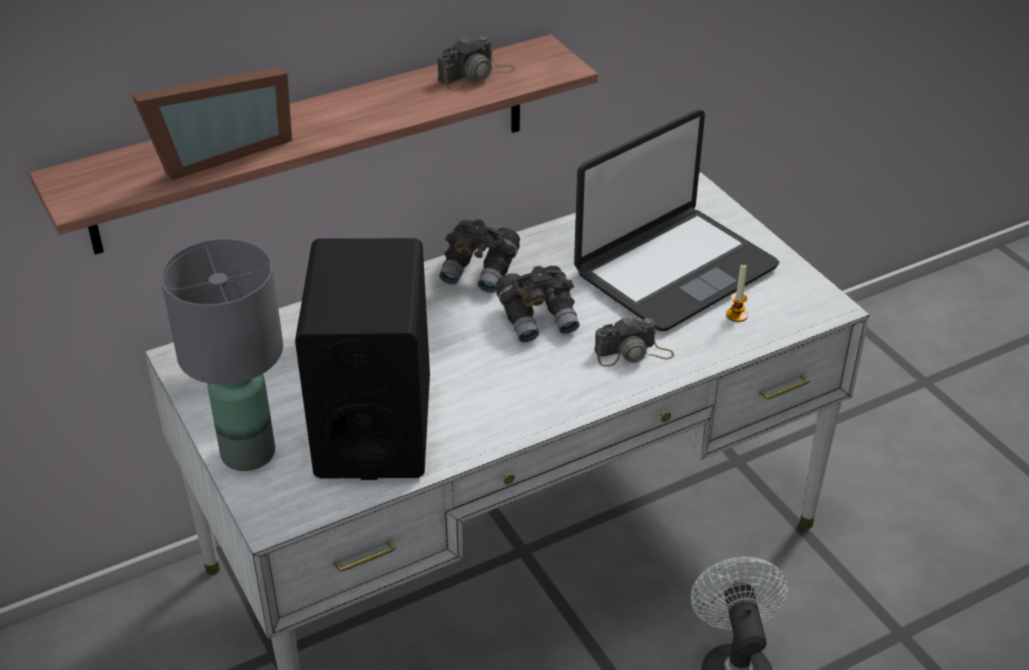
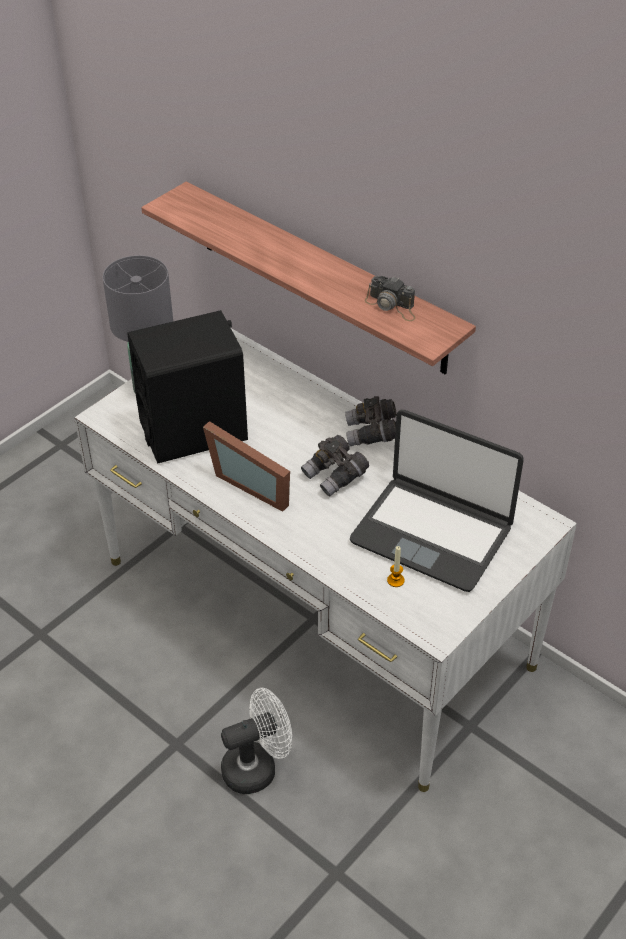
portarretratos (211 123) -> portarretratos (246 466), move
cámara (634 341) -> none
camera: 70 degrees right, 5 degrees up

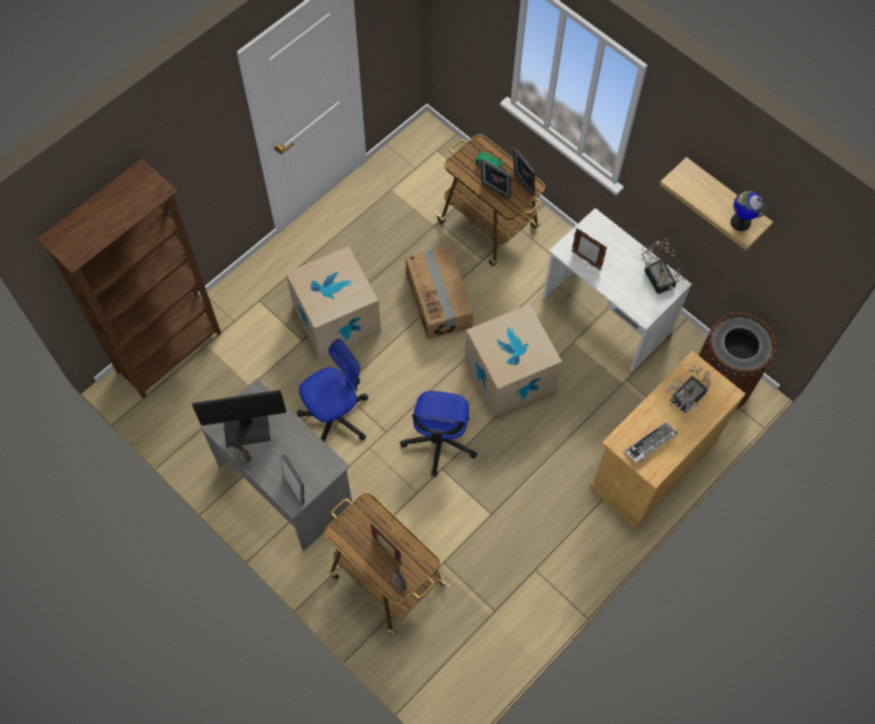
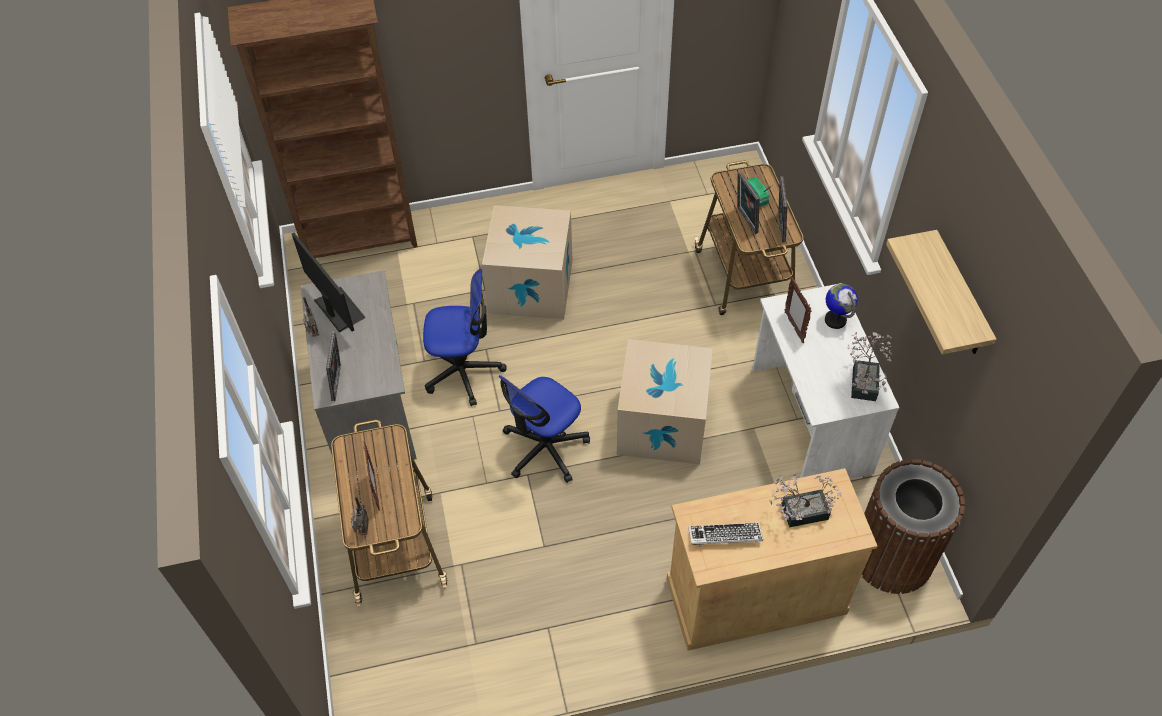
monitor (239 419) -> monitor (329 283), 150 degrees counterclockwise
globo terráqueo (749 211) -> globo terráqueo (841 306), move
caja de cartón (439 292) -> none
camera: 35 degrees right, 10 degrees down

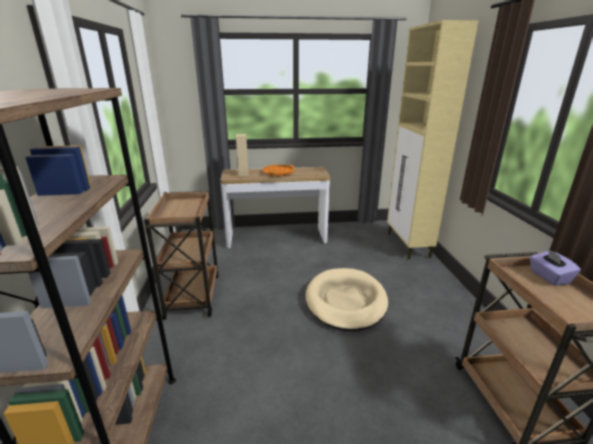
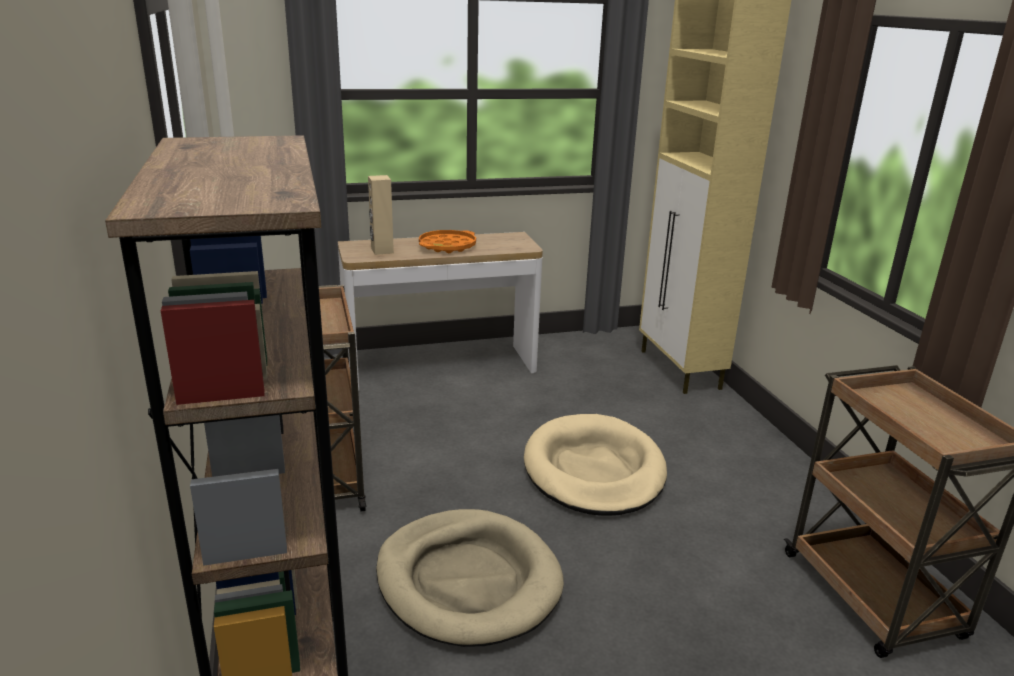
none -> cama para perro [beis] (470 578)
caja de pañuelos [morado] (555 267) -> none
camera: 10 degrees left, 0 degrees up

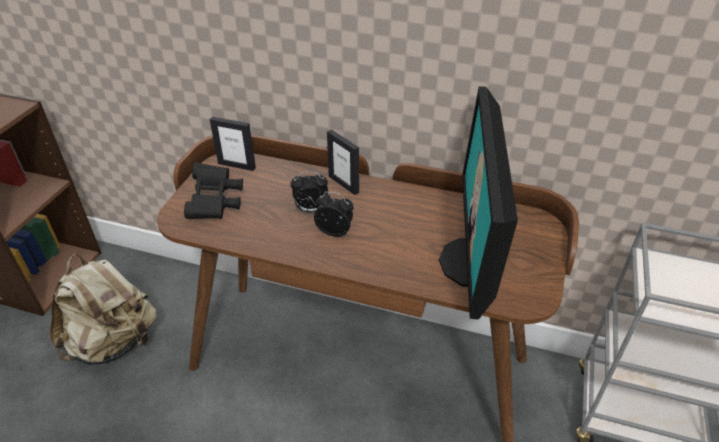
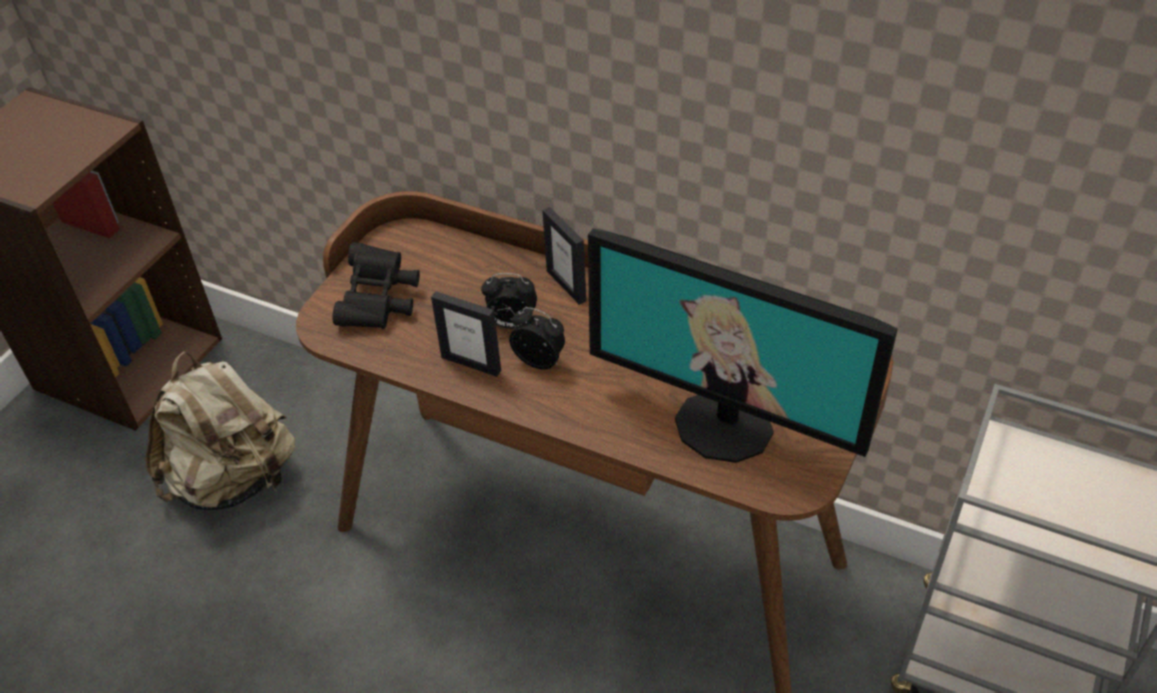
portarretratos (233 144) -> portarretratos (466 334), move
monitor (478 203) -> monitor (743 345), 75 degrees counterclockwise
camera: 10 degrees right, 5 degrees up

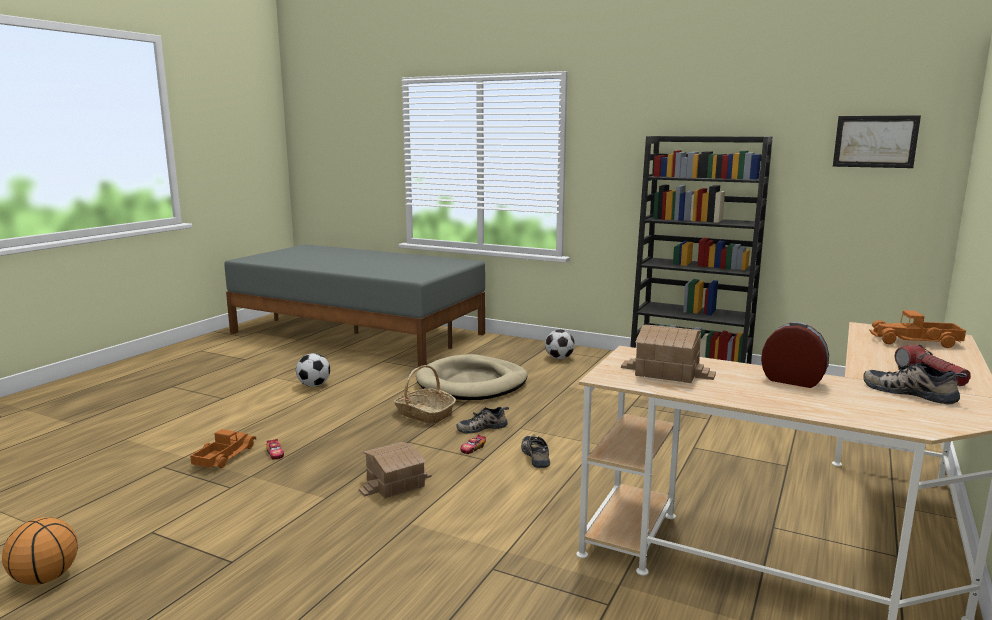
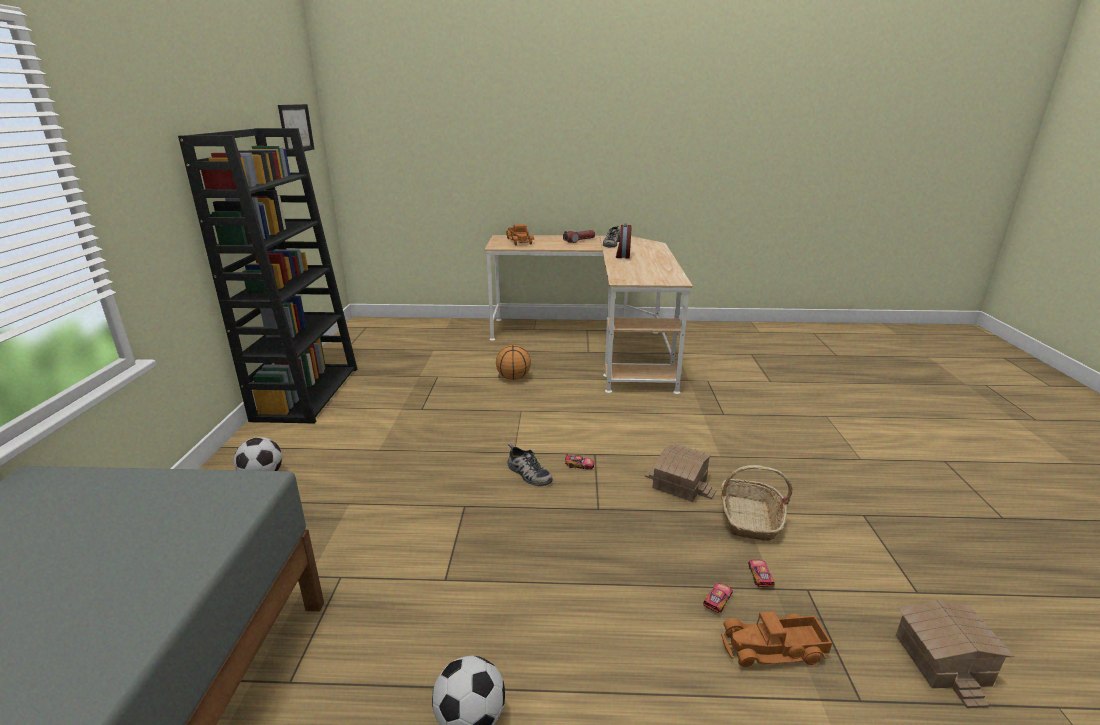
balón de baloncesto (40 551) -> balón de baloncesto (513 362), move
cesta (425 394) -> cesta (757 503), move
none -> coche de juguete (761 573)
casita (668 354) -> casita (955 654), move
cama para perro [beis] (472 377) -> none
zapato (535 451) -> none
camera: 115 degrees left, 10 degrees up

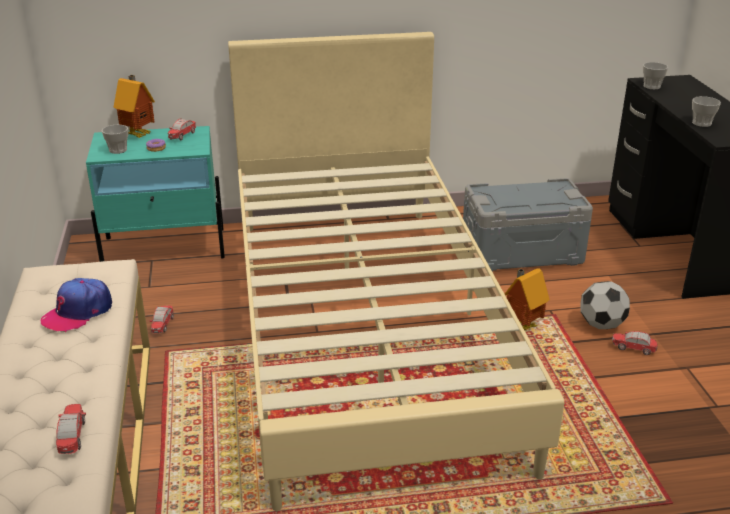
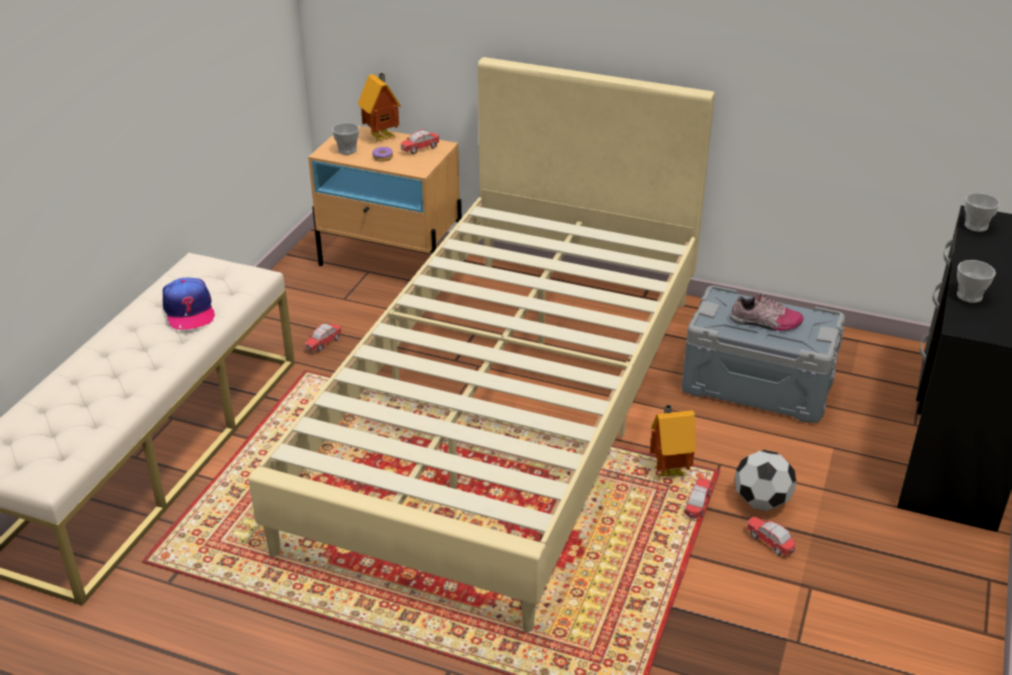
gorra (76 305) -> gorra (189 304), 90 degrees counterclockwise
mesita de noche [turquesa] (155 194) -> mesita de noche [beis] (385 196)
coche de juguete (71 429) -> coche de juguete (699 498), move
none -> zapato (766 312)
camera: 30 degrees right, 5 degrees up

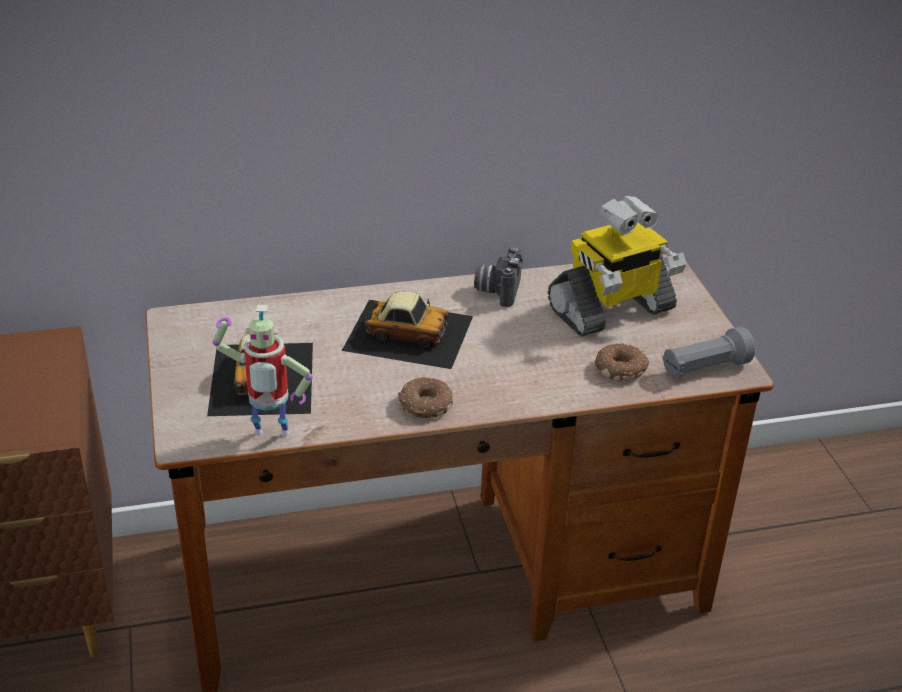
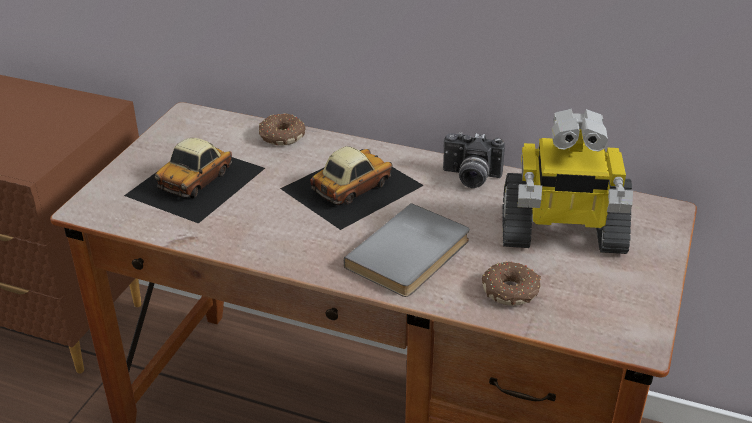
rosquilla (425 397) -> rosquilla (282 129), move
coche de juguete (407 330) -> coche de juguete (352 188), 90 degrees counterclockwise
none -> libro [gris] (406 250)
cámara (498 276) -> cámara (474 160), 120 degrees counterclockwise
robot de juguete (263 371) -> none
linterna [gris] (709 352) -> none
camera: 35 degrees right, 0 degrees up

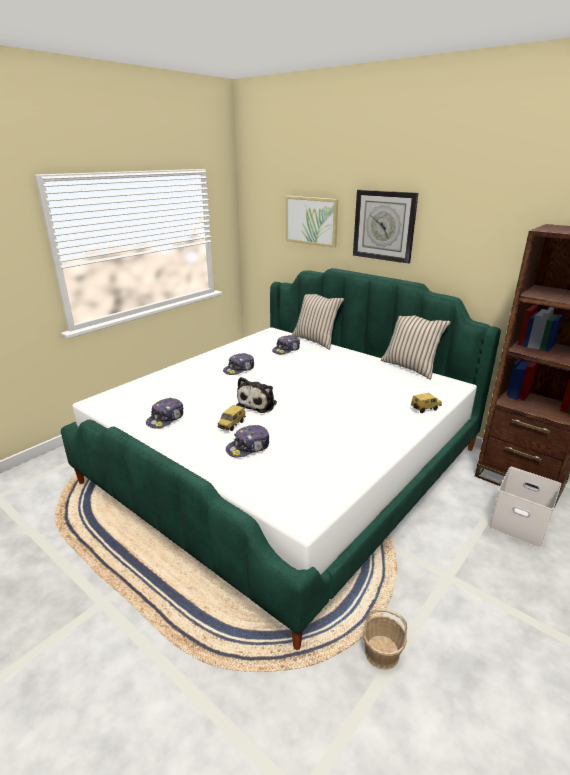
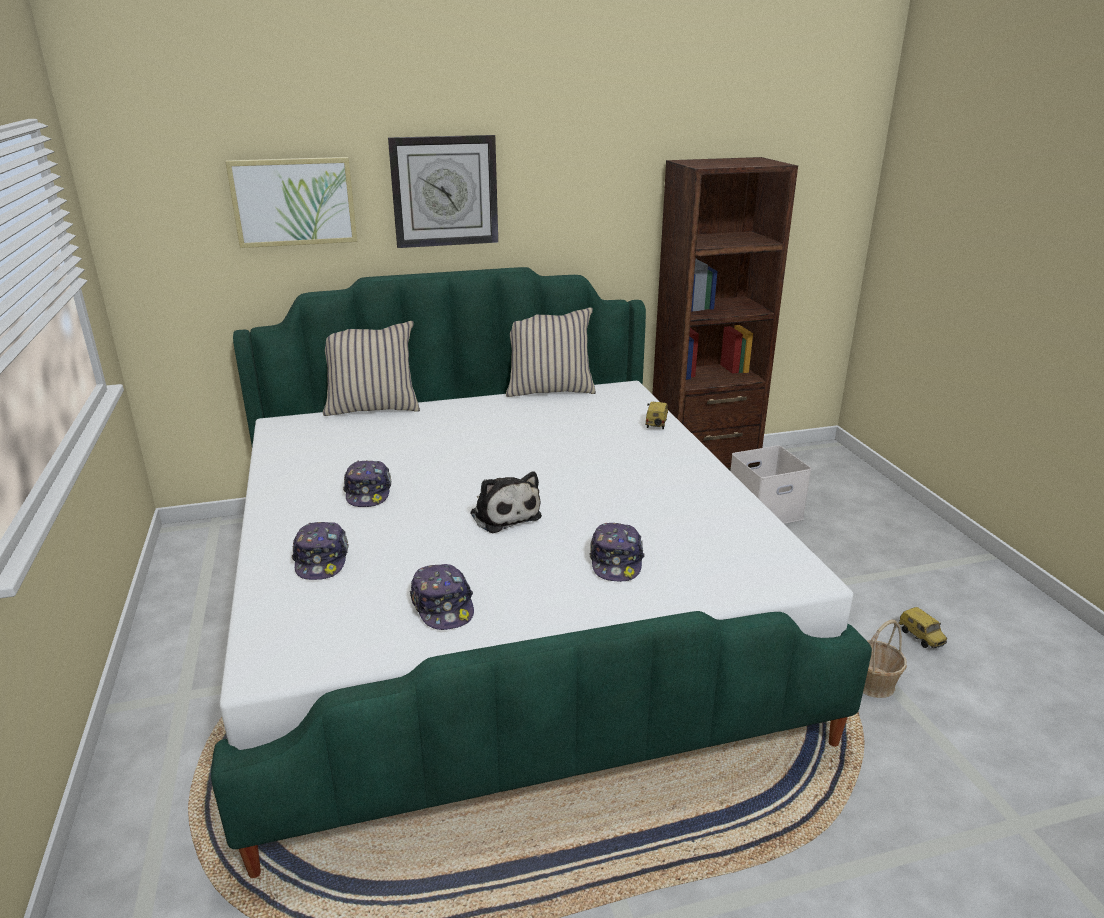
gorra (286 344) -> gorra (320 551), move
coche de juguete (231 418) -> coche de juguete (922 627), move
camera: 55 degrees left, 0 degrees up

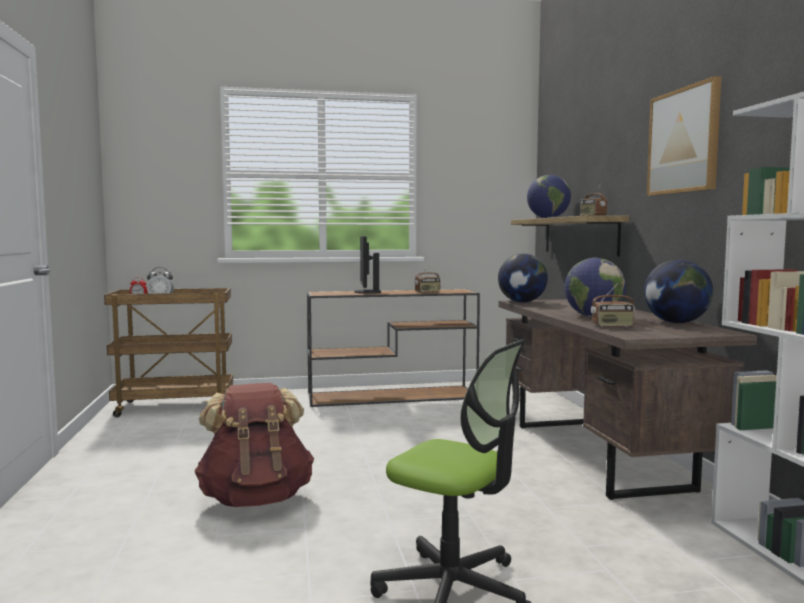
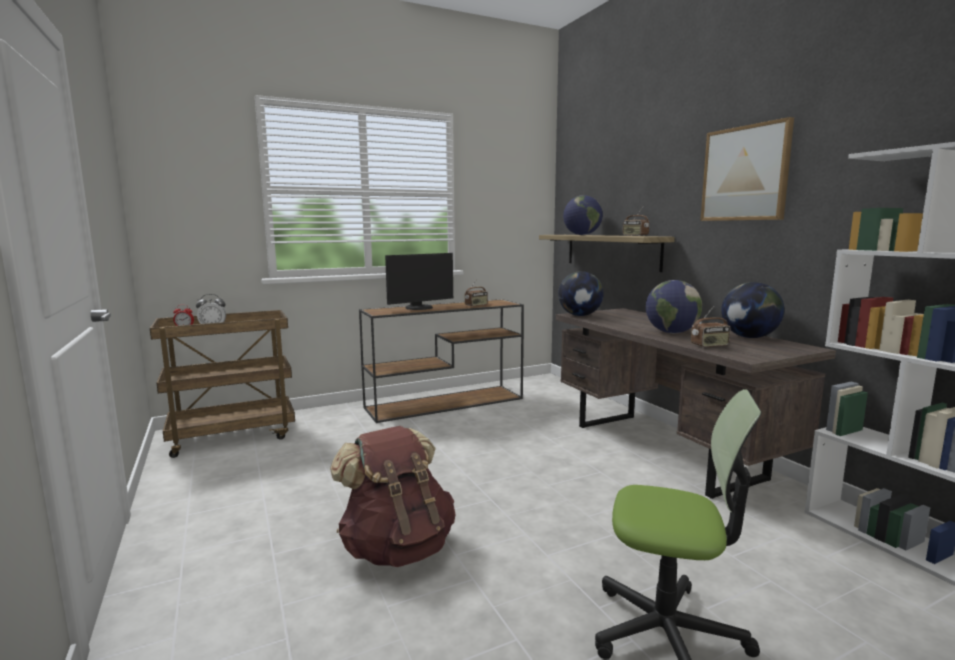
monitor (367 265) -> monitor (419 281), 105 degrees counterclockwise
camera: 15 degrees left, 5 degrees up

